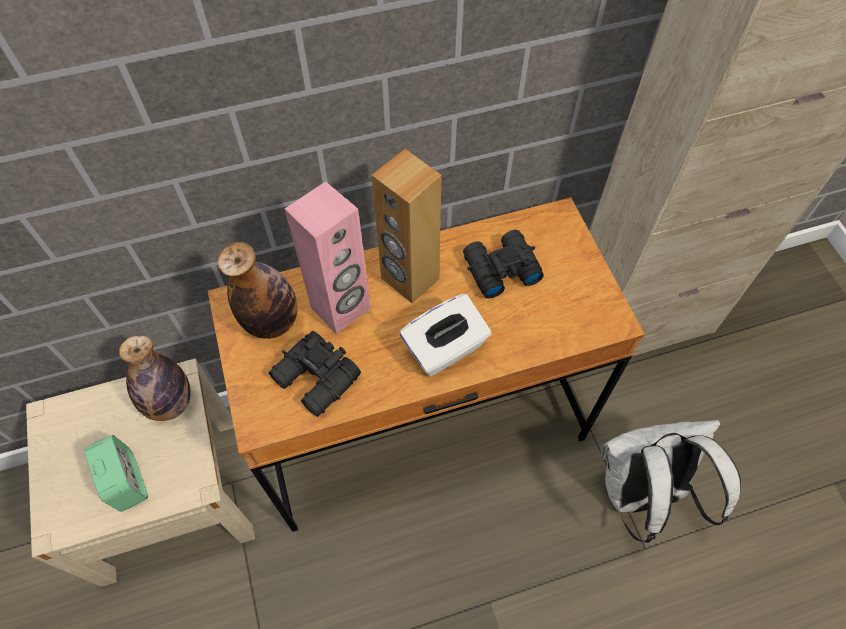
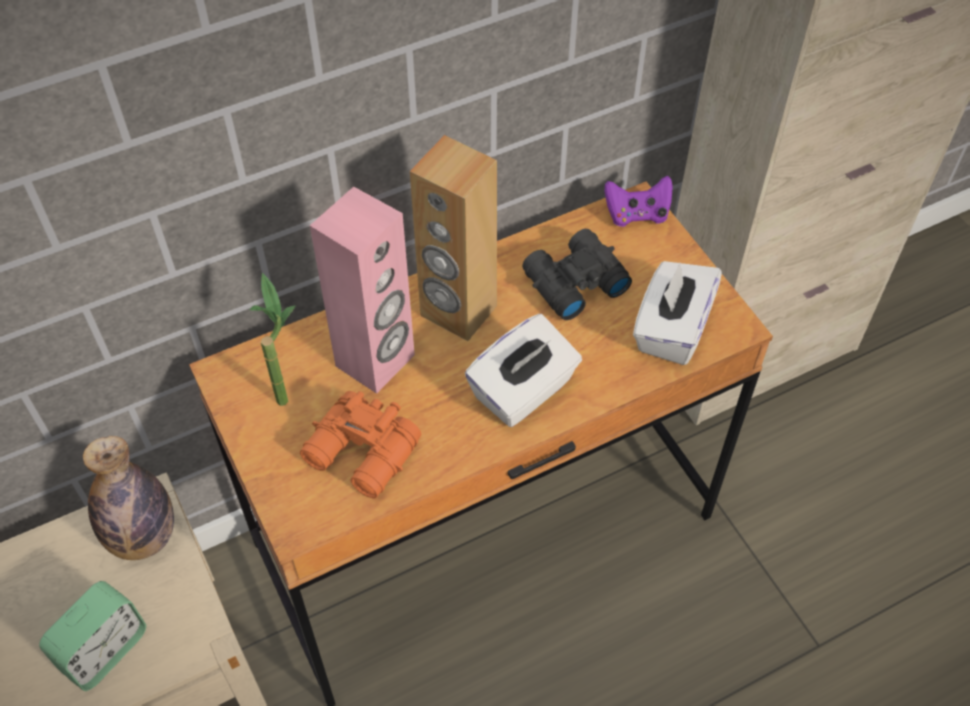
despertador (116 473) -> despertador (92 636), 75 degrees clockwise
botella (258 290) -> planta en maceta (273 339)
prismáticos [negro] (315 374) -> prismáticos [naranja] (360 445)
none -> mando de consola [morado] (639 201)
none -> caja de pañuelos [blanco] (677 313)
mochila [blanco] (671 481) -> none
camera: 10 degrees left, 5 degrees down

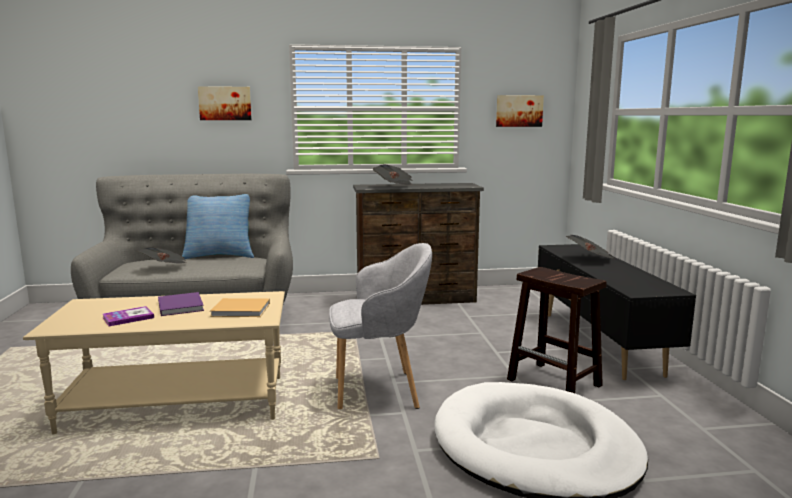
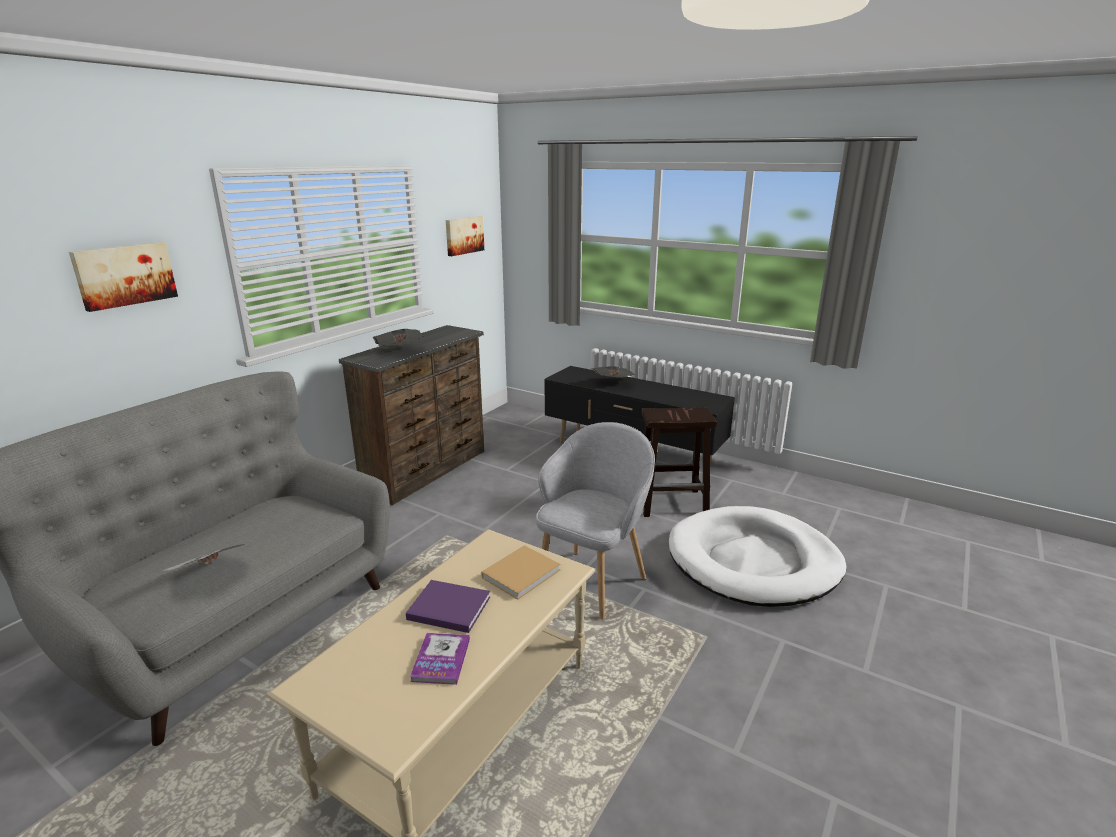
cojín (218 226) -> none
camera: 50 degrees left, 10 degrees up

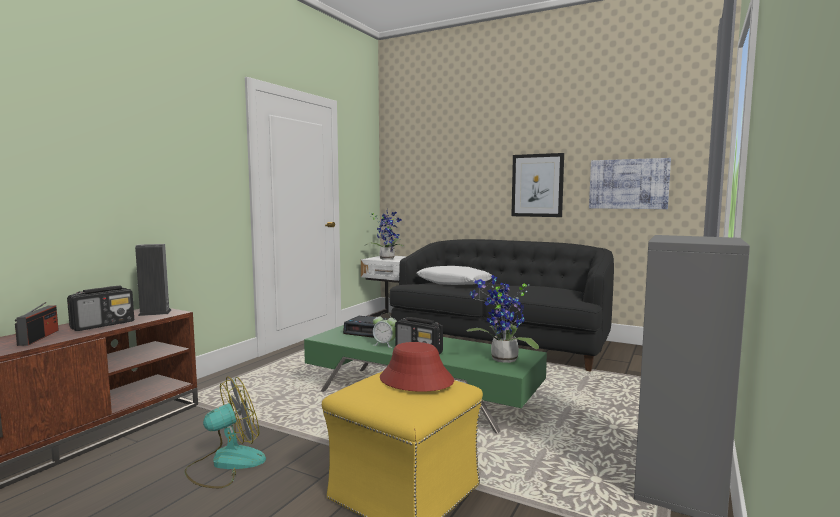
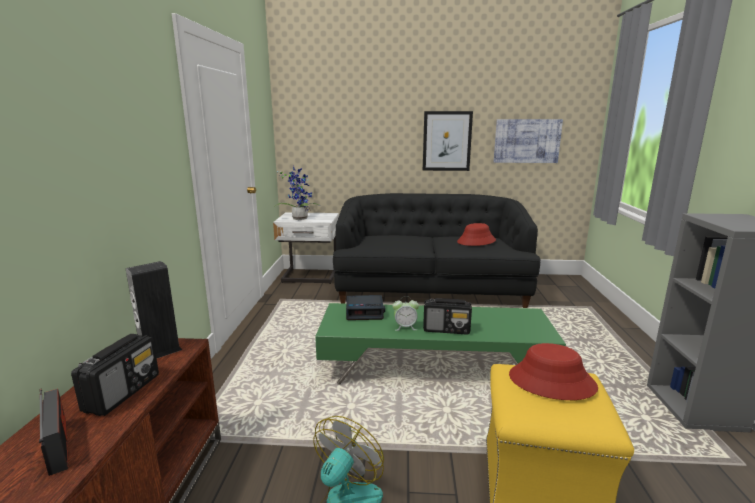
none -> sombrero [rojo] (476 234)
cojín [blanco] (454 275) -> none
planta en maceta (502 319) -> none
camera: 25 degrees left, 10 degrees up

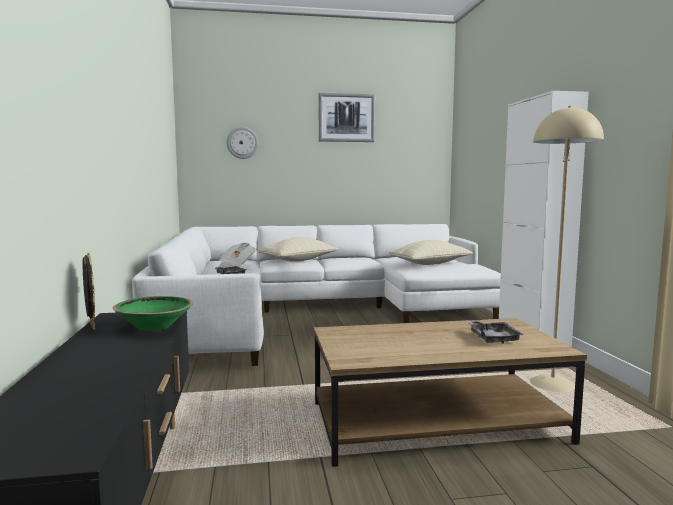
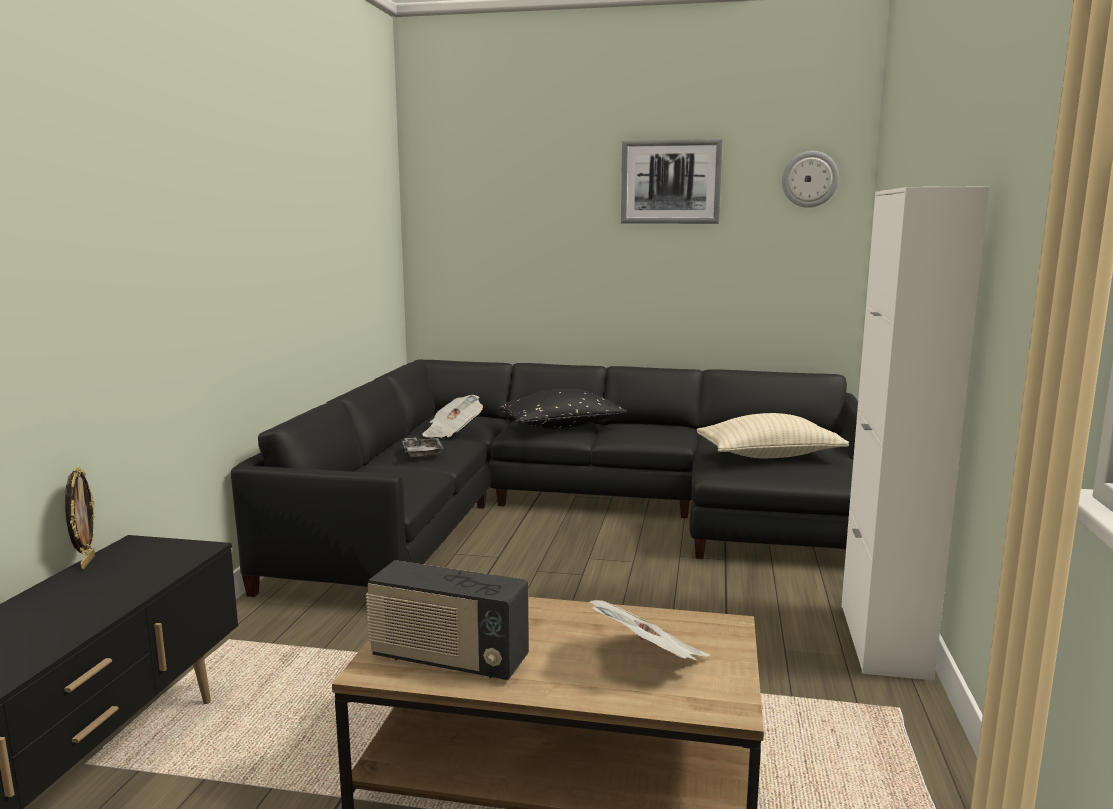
sofá [blanco] (316 295) -> sofá [negro] (544 478)
none -> radio (447 620)
cojín [beis] (298 249) -> cojín [negro] (562 409)
bandeja [gris] (496 332) -> periódico (649 630)
reloj de pared (242 143) -> reloj de pared (810 179), move
cuenco [verde] (153 313) -> none
lámpara de pie [beis] (567 249) -> none
camera: 20 degrees right, 5 degrees up

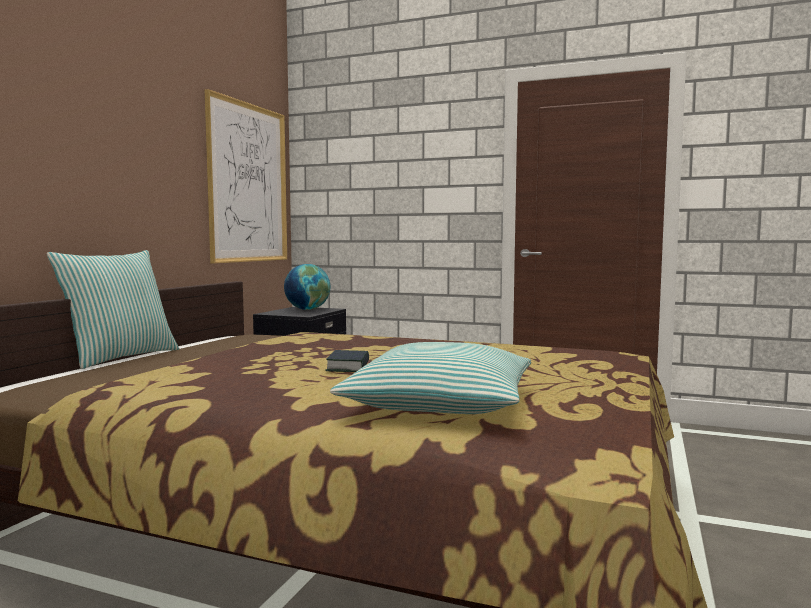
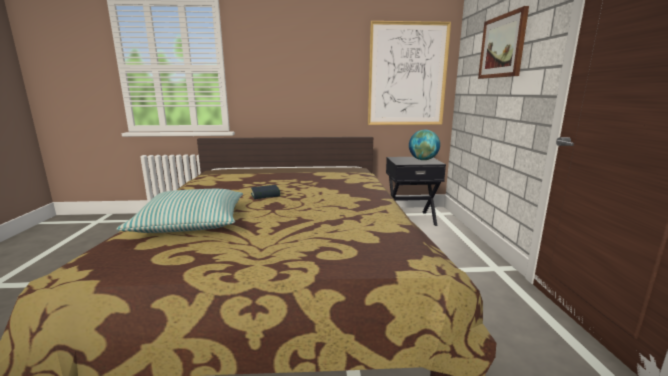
none -> cuadro (503 42)
cojín (113 309) -> none
camera: 65 degrees right, 10 degrees up

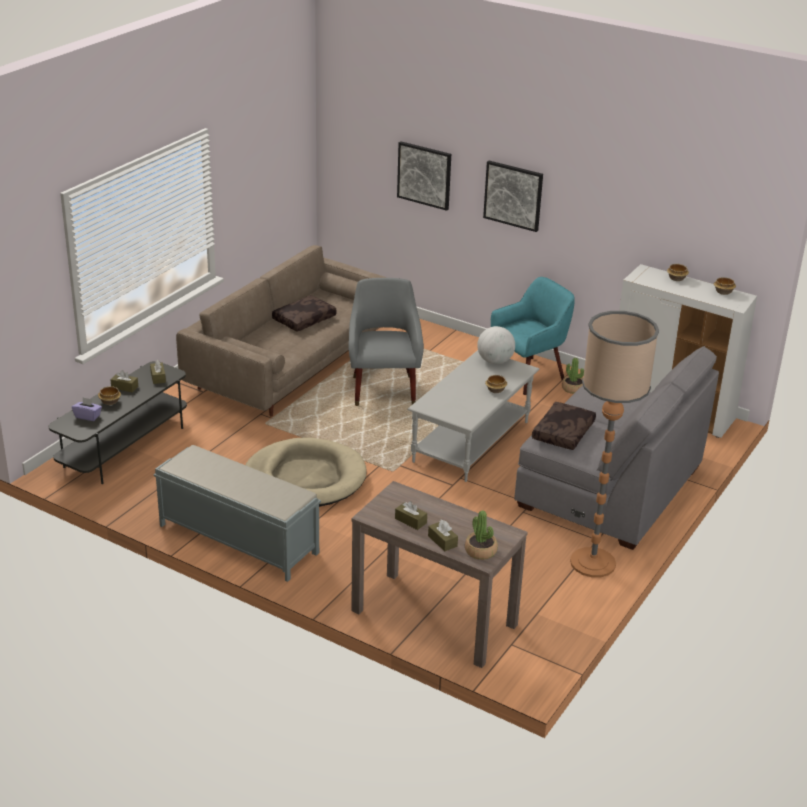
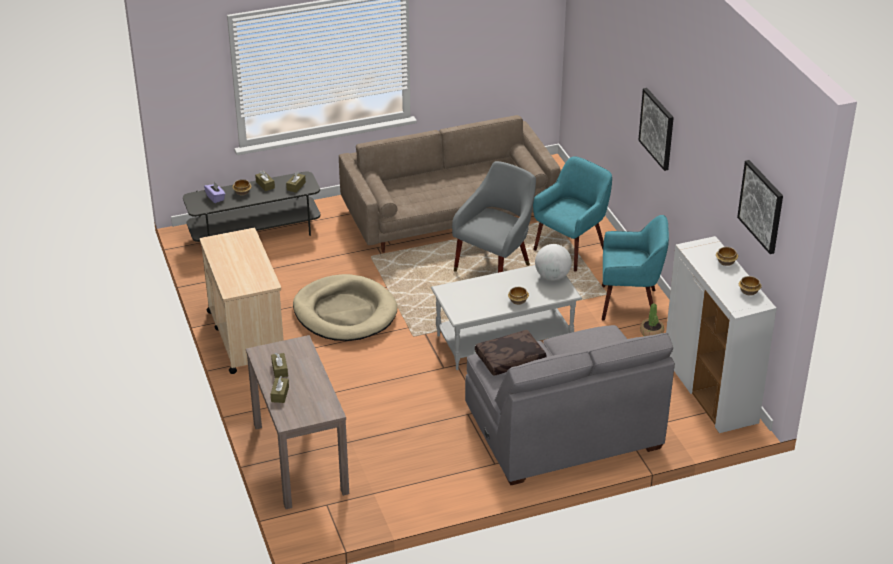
banco [gris] (237 513) -> carrito [beis] (242 301)
none -> sillón [turquesa] (572 213)
cuadro (424 176) -> cuadro (760 207), move
cojín [marrón] (304 313) -> none
planta en maceta (481 535) -> none
lámpara de pie (614 444) -> none
camera: 40 degrees right, 5 degrees up

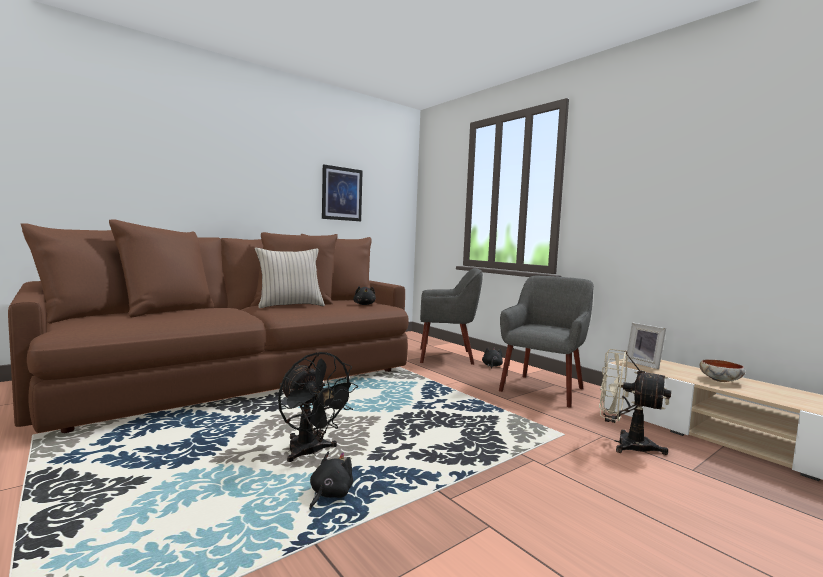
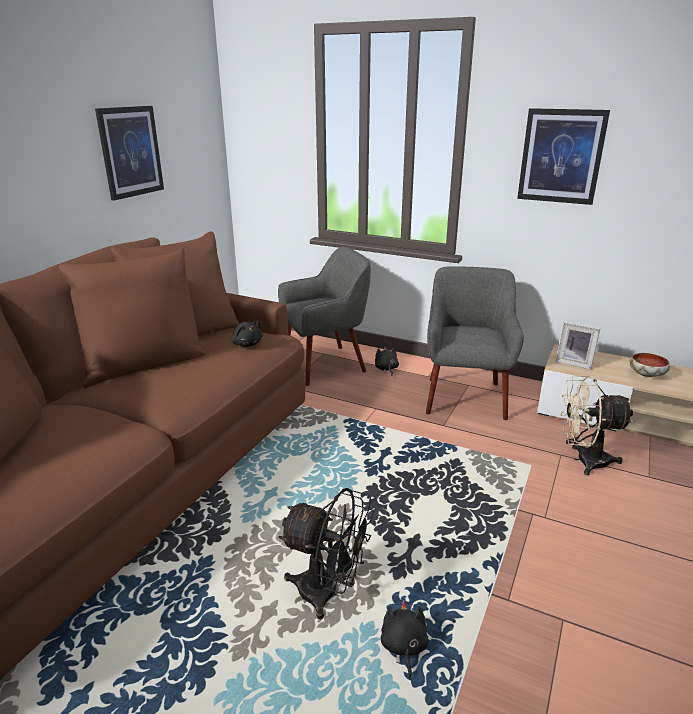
none -> cuadro (563 156)
cojín [beis] (290 278) -> none
camera: 25 degrees left, 20 degrees up

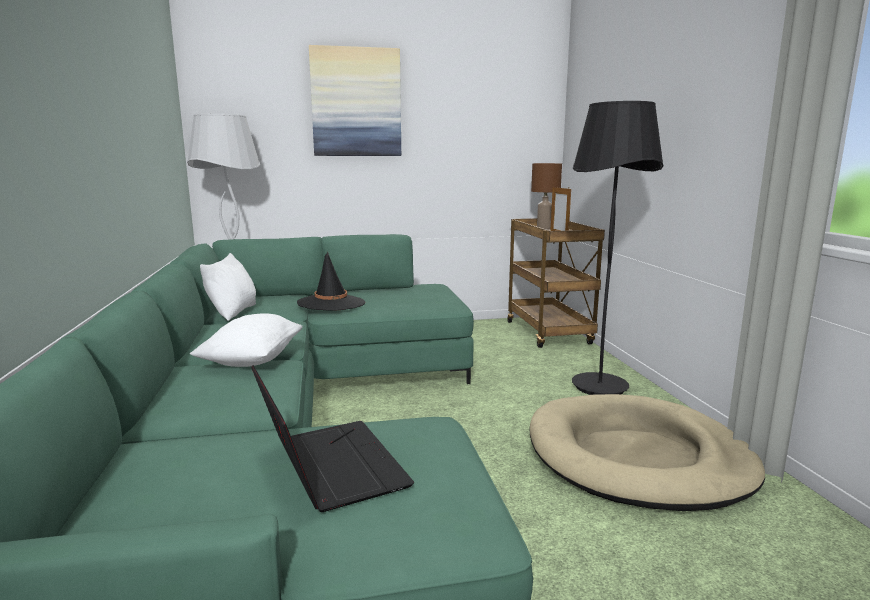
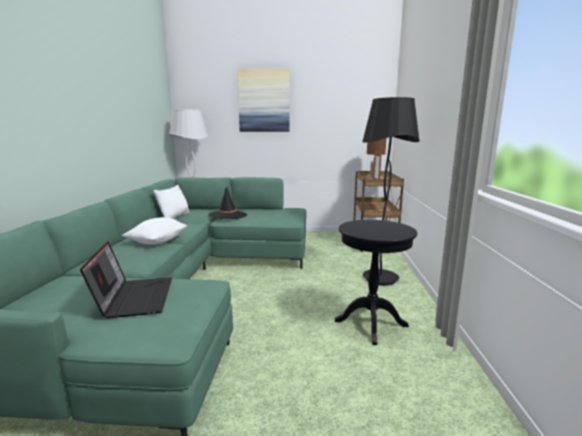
cama para perro [beis] (647 452) -> mesa auxiliar [negro] (376 282)
camera: 15 degrees right, 0 degrees up

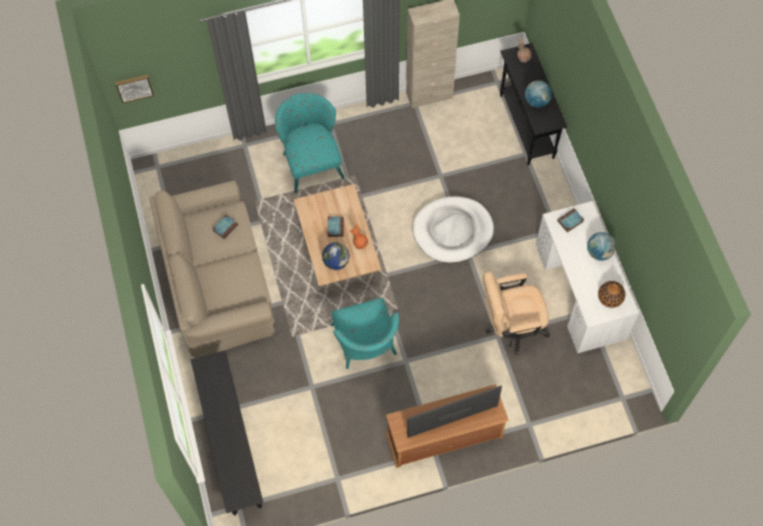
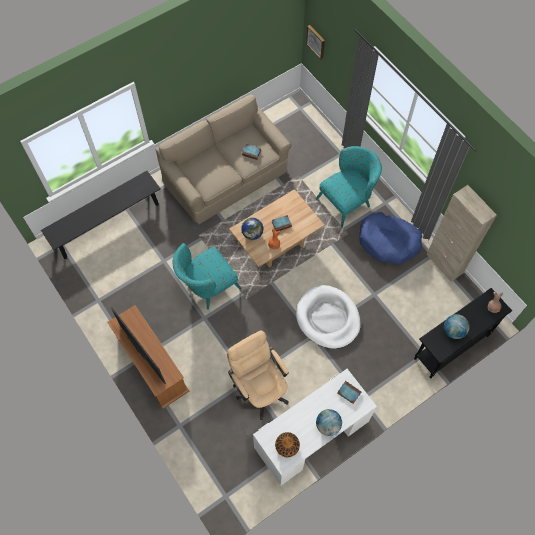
none -> cama para perro [azul] (390 238)
camera: 70 degrees right, 0 degrees up

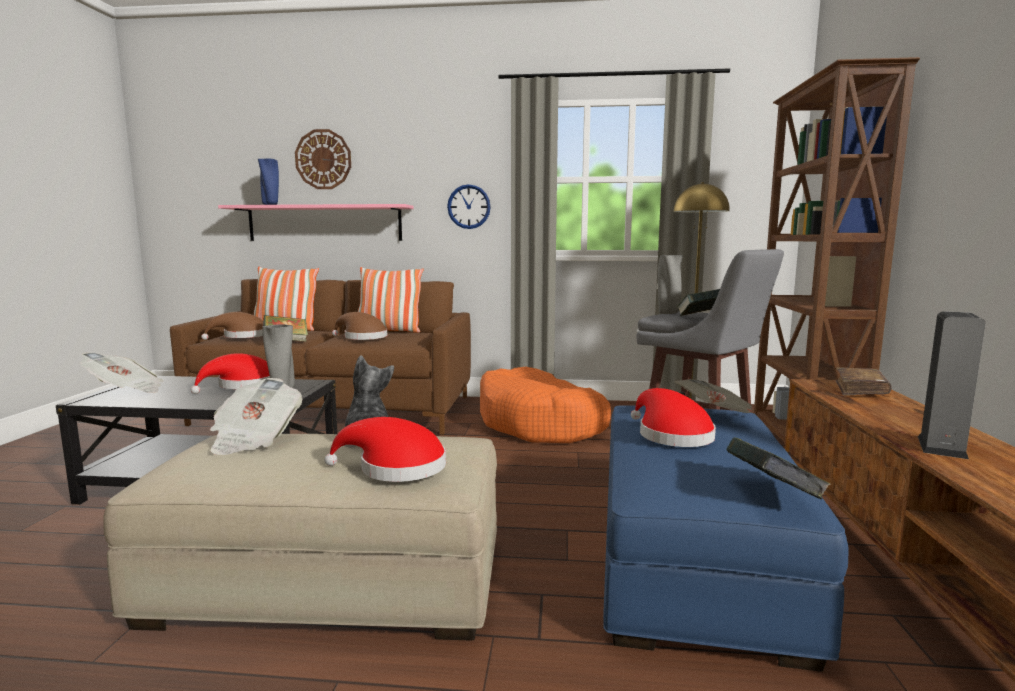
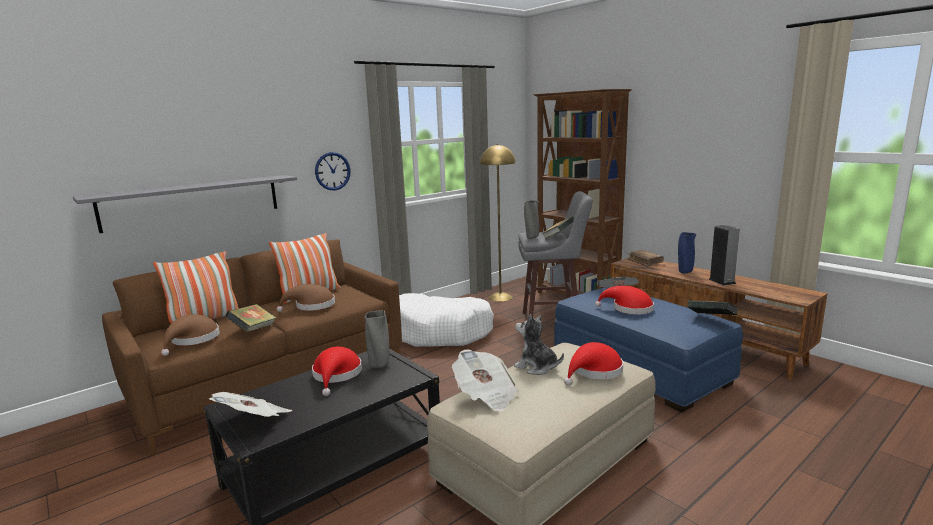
estante [rosa] (316 222) -> estante [gris] (185 204)
cama para perro [naranja] (545 405) -> cama para perro [blanco] (446 320)
florero [azul] (268 182) -> florero [azul] (687 253), move
reloj de pared (323 159) -> none
camera: 45 degrees left, 5 degrees up

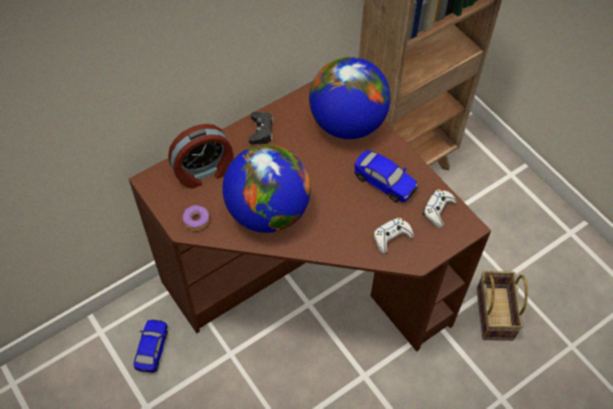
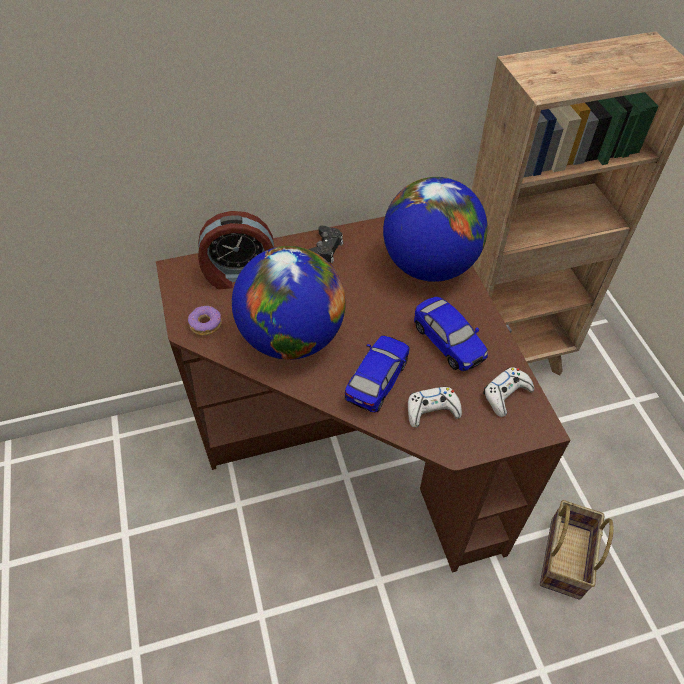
coche de juguete (151 346) -> coche de juguete (377 373), move
camera: 20 degrees right, 5 degrees down

